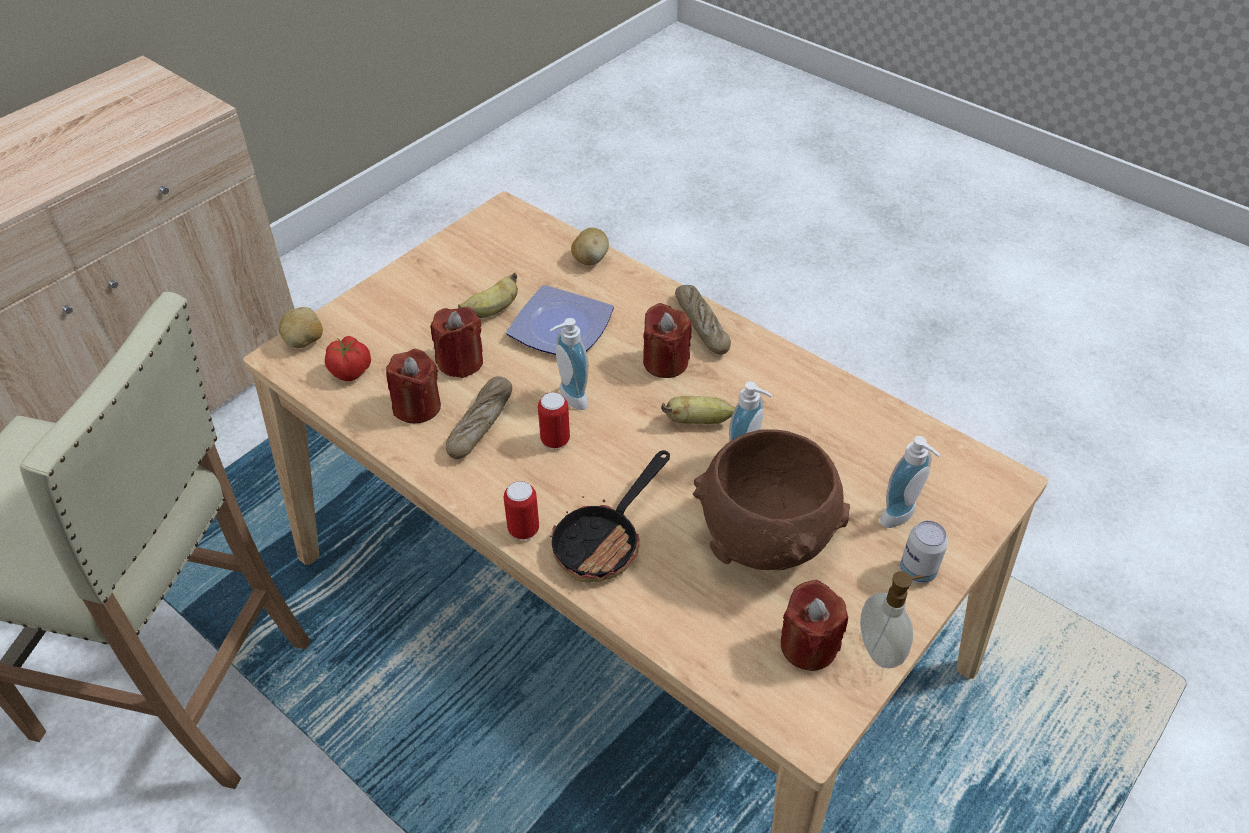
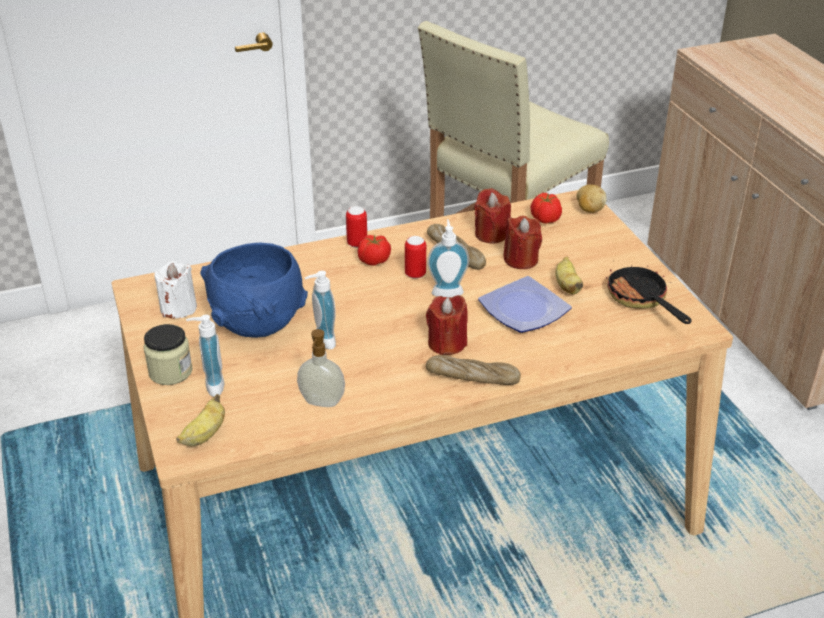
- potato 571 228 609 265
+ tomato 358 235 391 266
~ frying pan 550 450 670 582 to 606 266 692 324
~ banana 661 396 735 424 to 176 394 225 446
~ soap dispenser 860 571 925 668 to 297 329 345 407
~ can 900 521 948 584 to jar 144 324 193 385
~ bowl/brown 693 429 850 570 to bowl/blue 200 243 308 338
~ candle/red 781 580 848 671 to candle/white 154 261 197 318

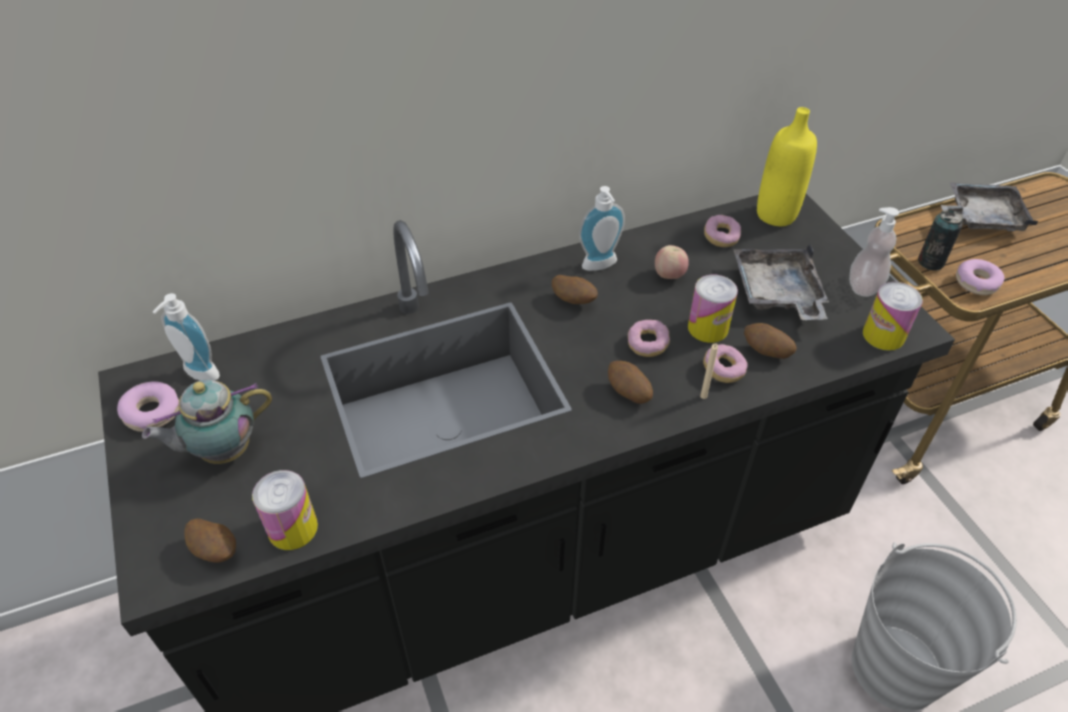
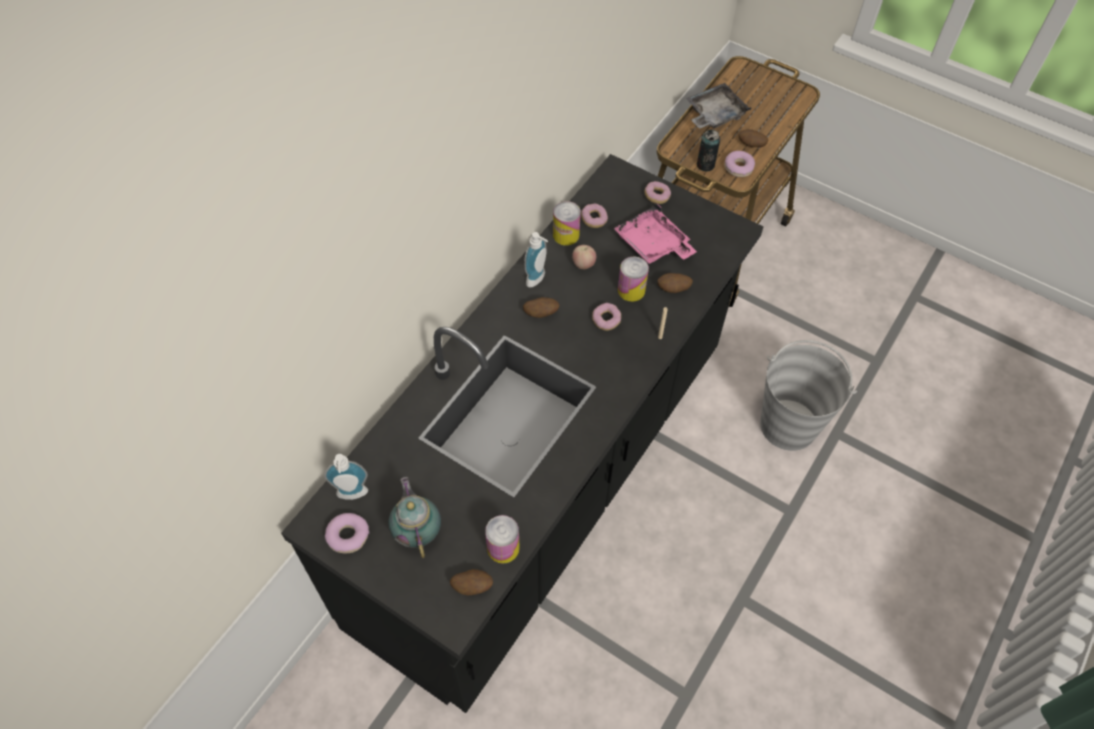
- bottle/yellow 757 107 817 226
- soap dispenser 849 207 899 297
~ potato 608 361 653 404 to 739 129 768 147
~ donut 703 344 748 383 to 644 181 671 204
~ can 863 282 923 351 to 553 201 581 246
~ tray/grey 733 244 829 320 to tray/pink 613 203 697 264
~ teapot 142 380 272 464 = 388 477 441 558 135 degrees clockwise

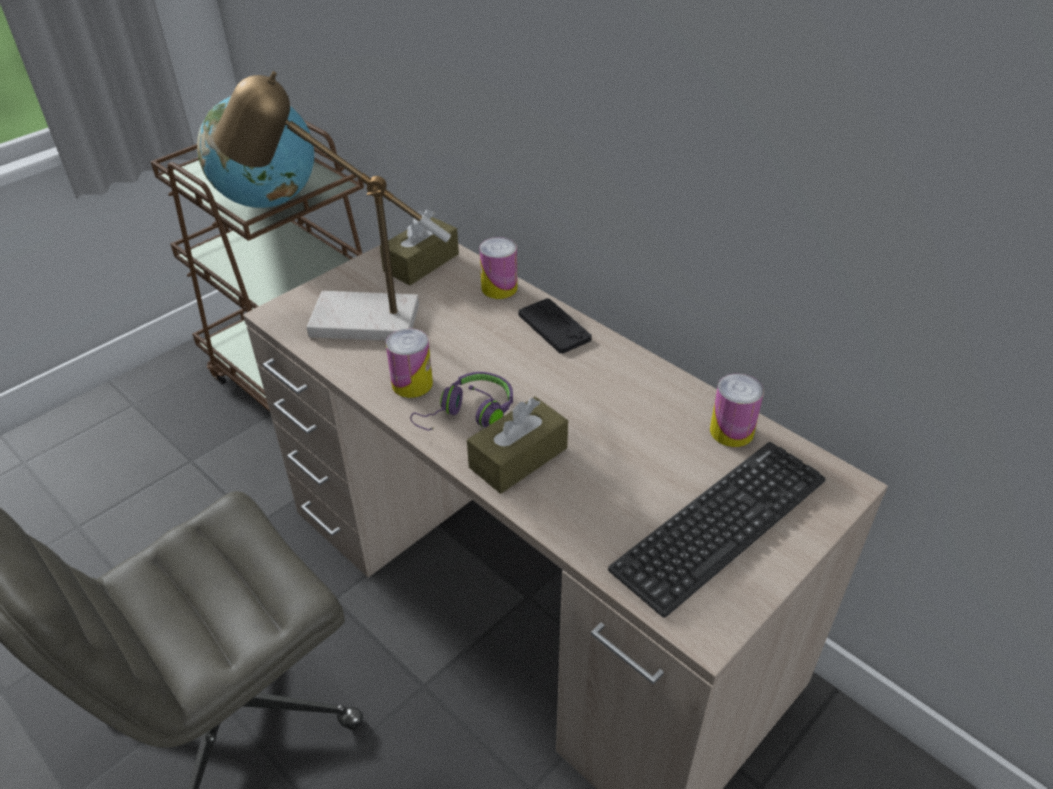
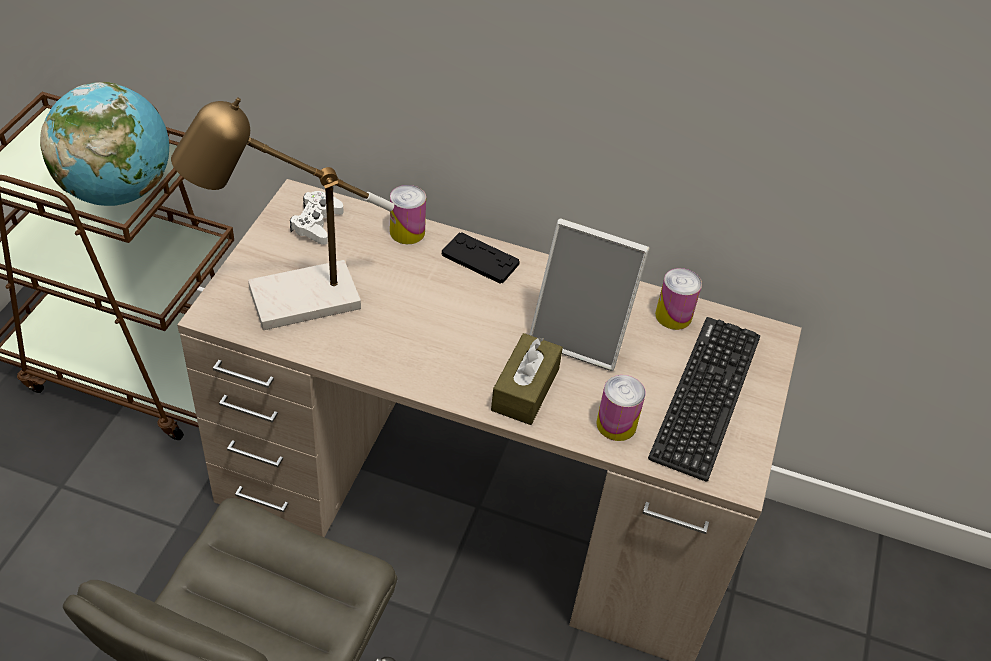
- headphones/purple 410 372 513 431
+ picture frame 529 218 650 371
~ can 386 328 433 398 to 597 375 646 441
~ tissue box/brown 380 209 459 285 to game controller/white 290 191 344 245

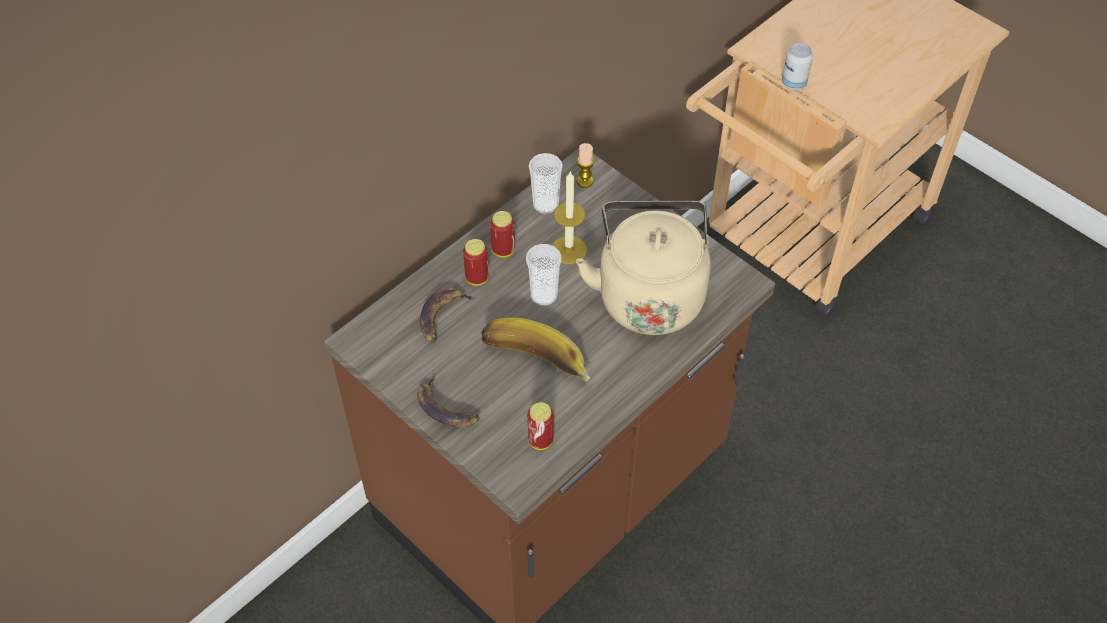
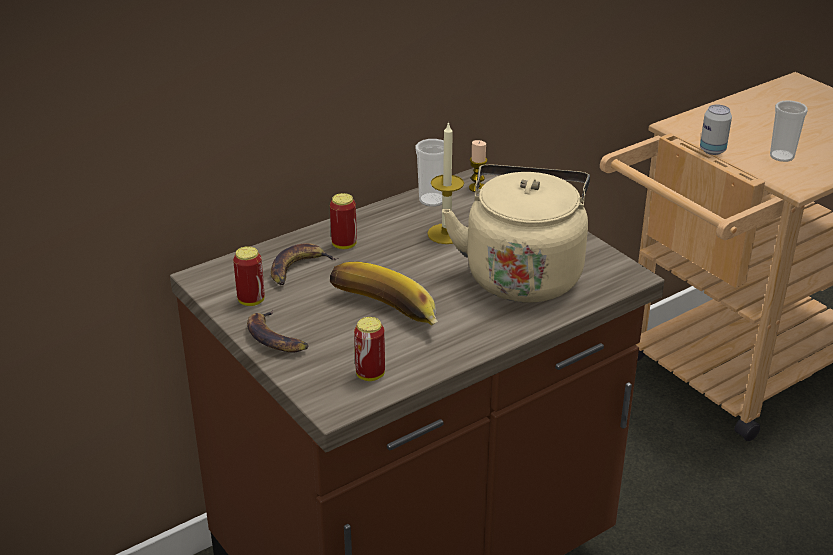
~ can 490 211 515 257 to 233 246 265 306
~ cup 526 244 562 306 to 770 100 808 162

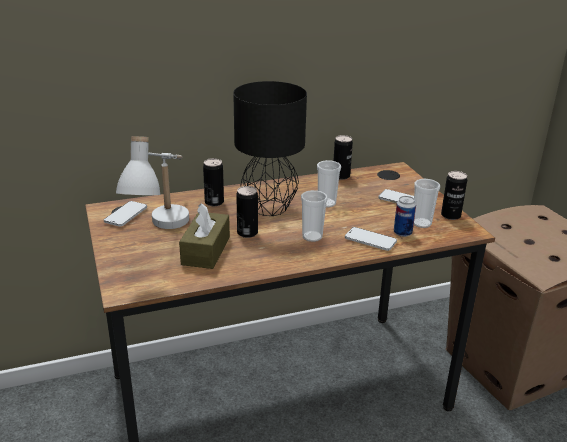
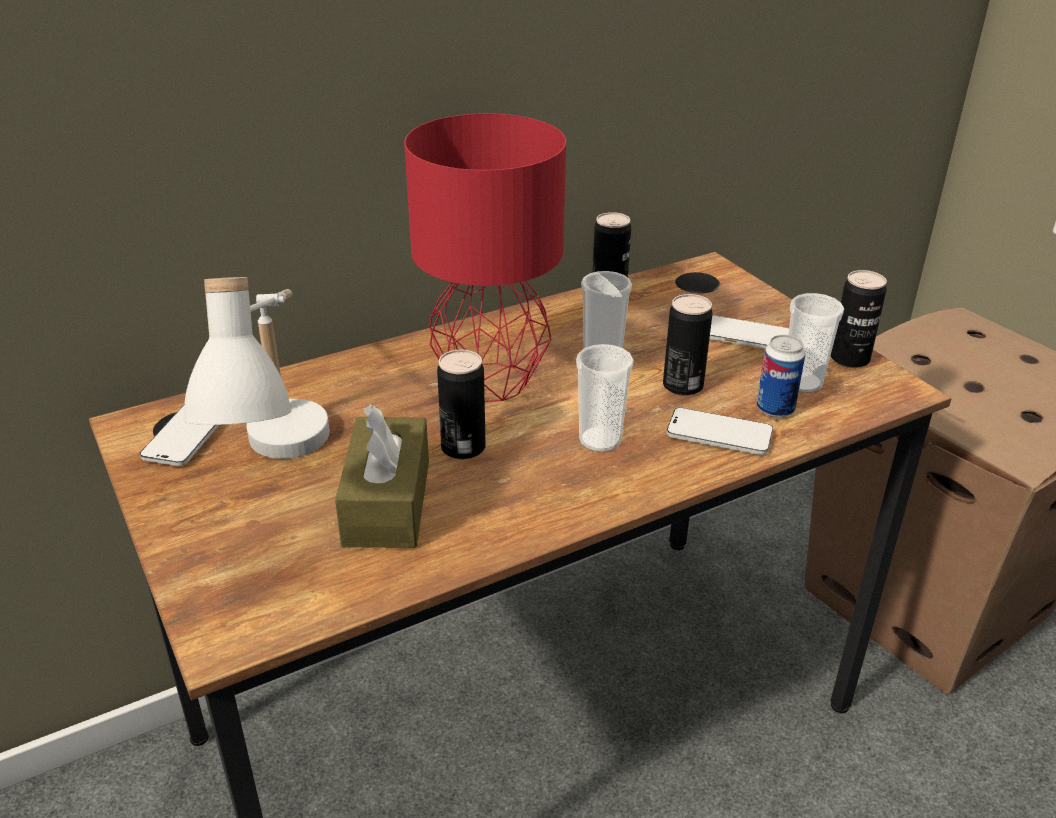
~ can 203 158 224 206 to 663 294 713 396
~ table lamp/black 233 81 307 216 to table lamp/red 404 113 566 402

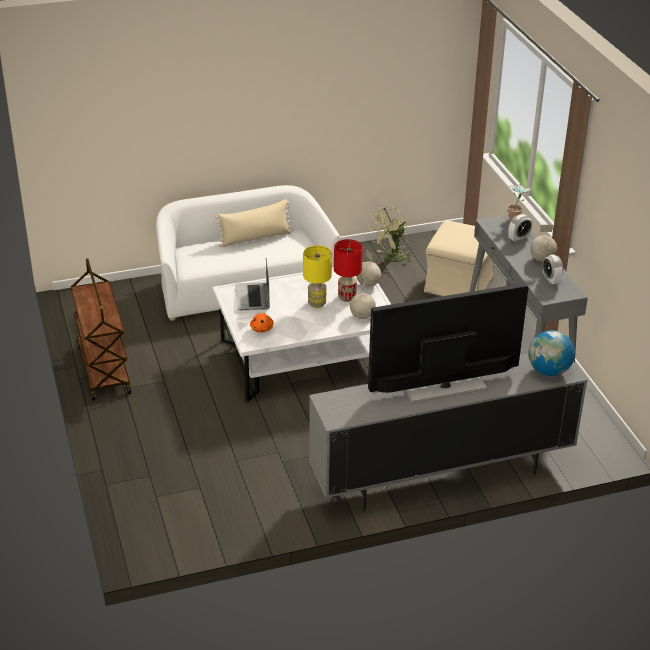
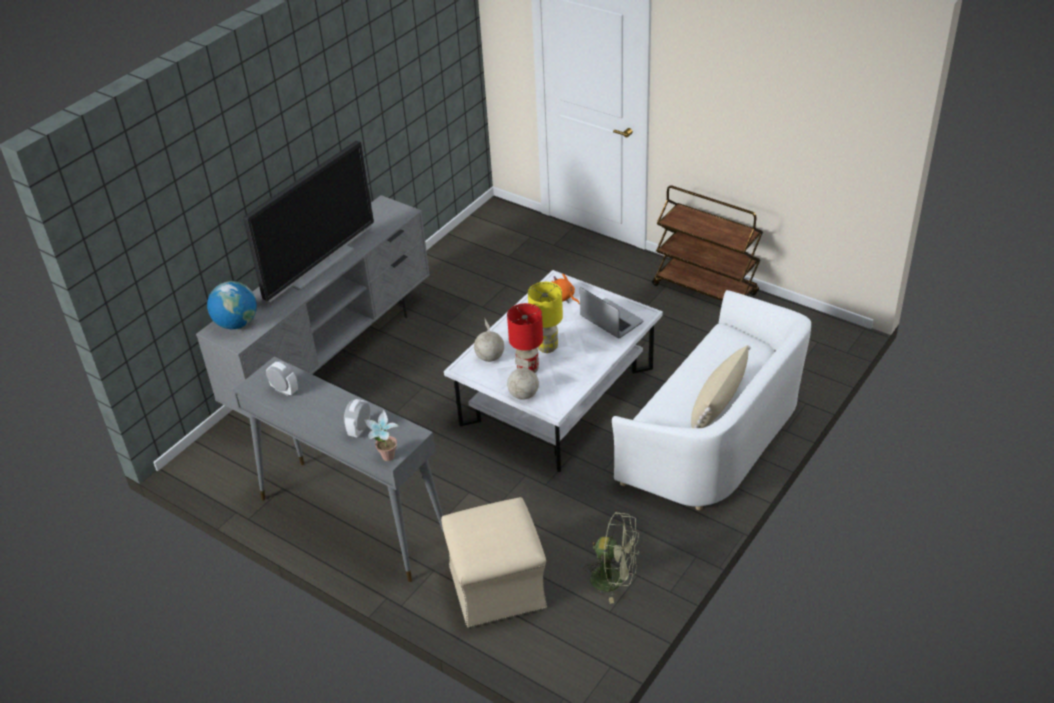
- globe 530 225 557 262
~ fan/green 370 206 413 265 = 583 512 639 604 90 degrees clockwise

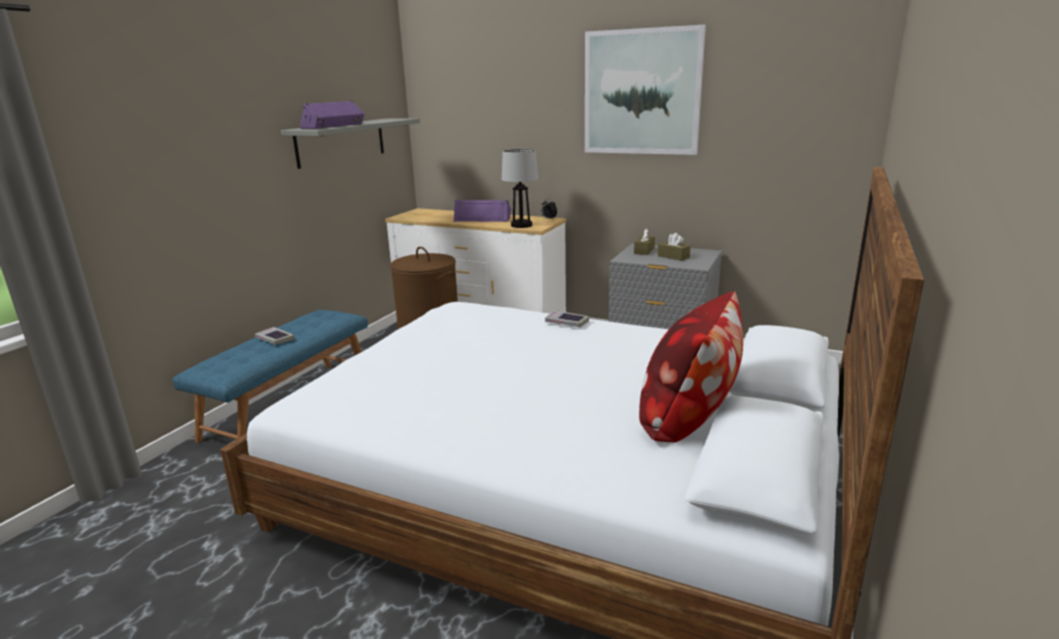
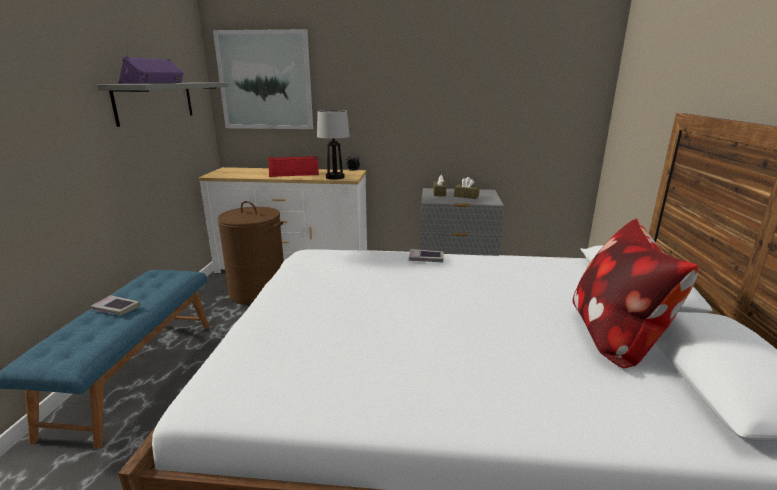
~ picture 585 25 706 155 to 213 29 313 129
~ speaker/purple 453 200 511 222 to speaker/red 268 156 319 177

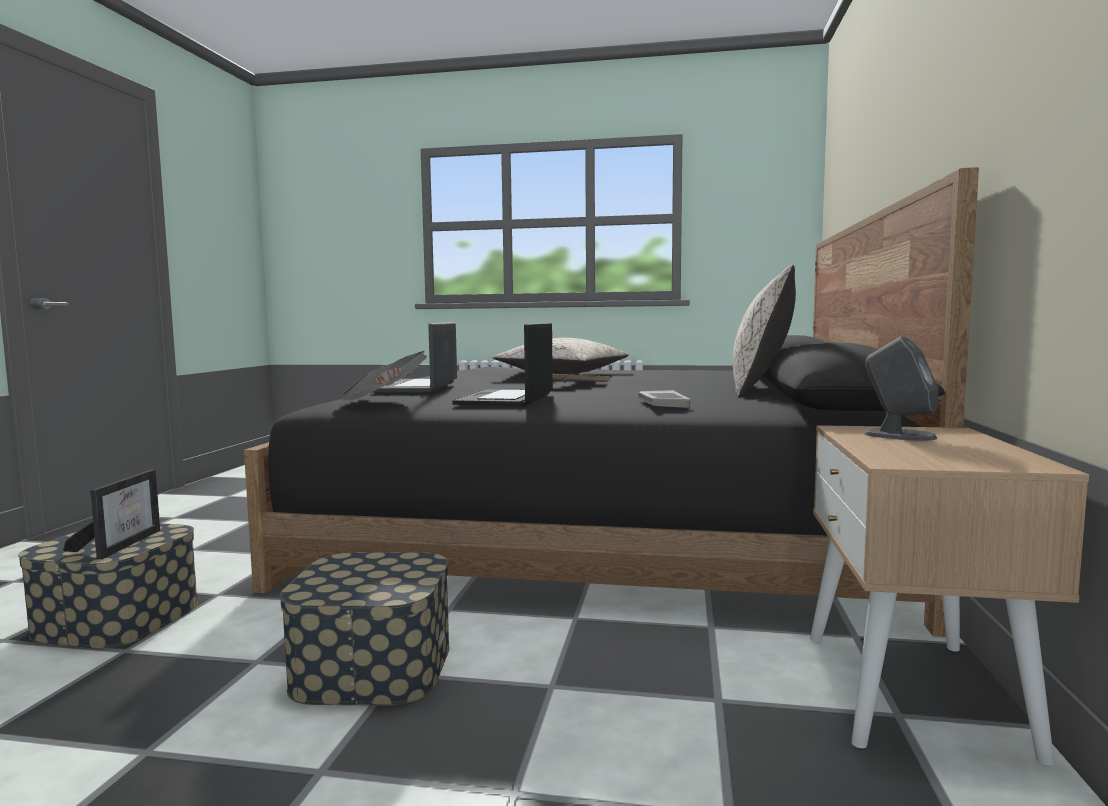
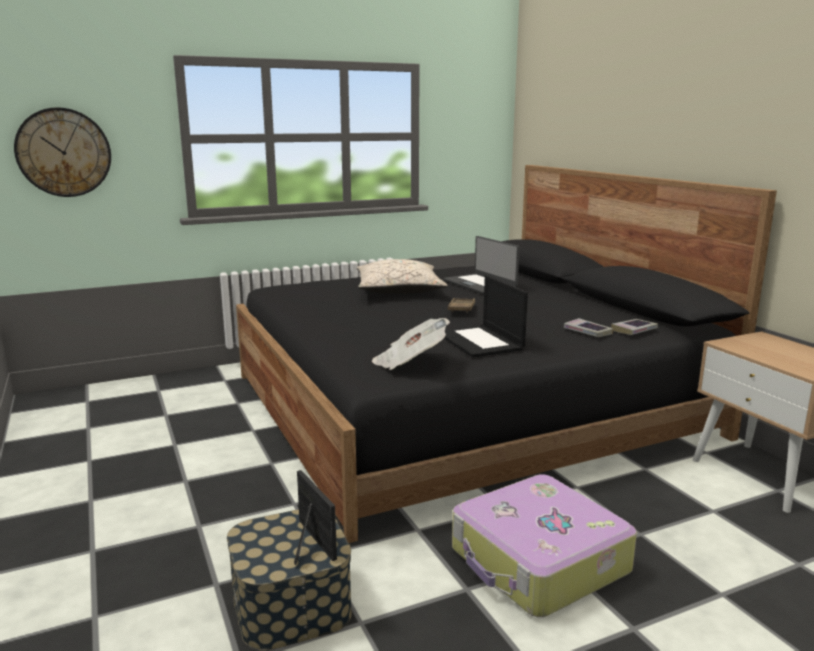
- pillow/beige 733 265 796 397
- speaker/grey 864 336 938 441
+ wall clock 14 107 111 197
+ book 611 319 658 335
~ laptop 371 322 457 393 to 443 236 520 294
~ storage box 279 552 450 706 to suitcase 452 474 637 617

